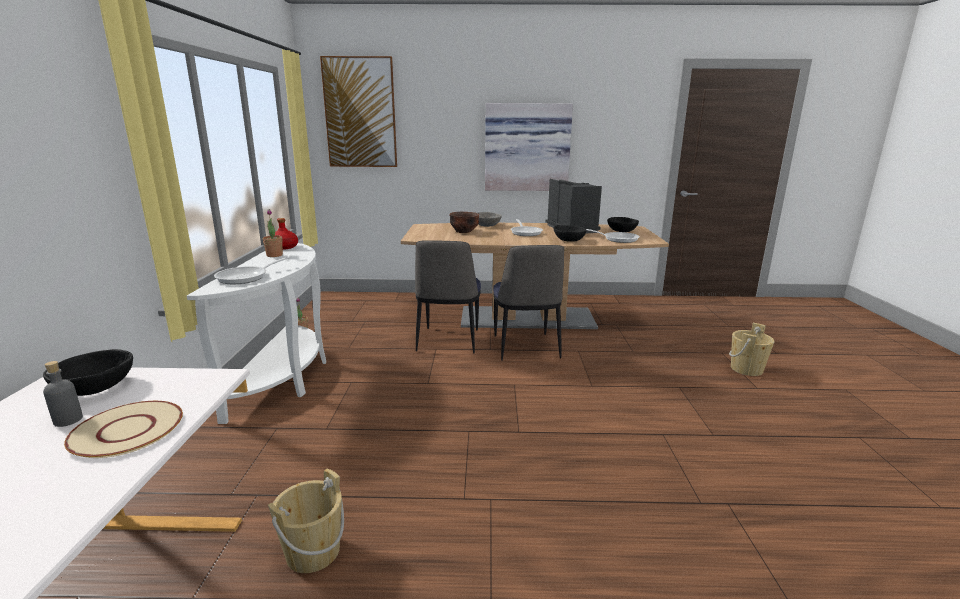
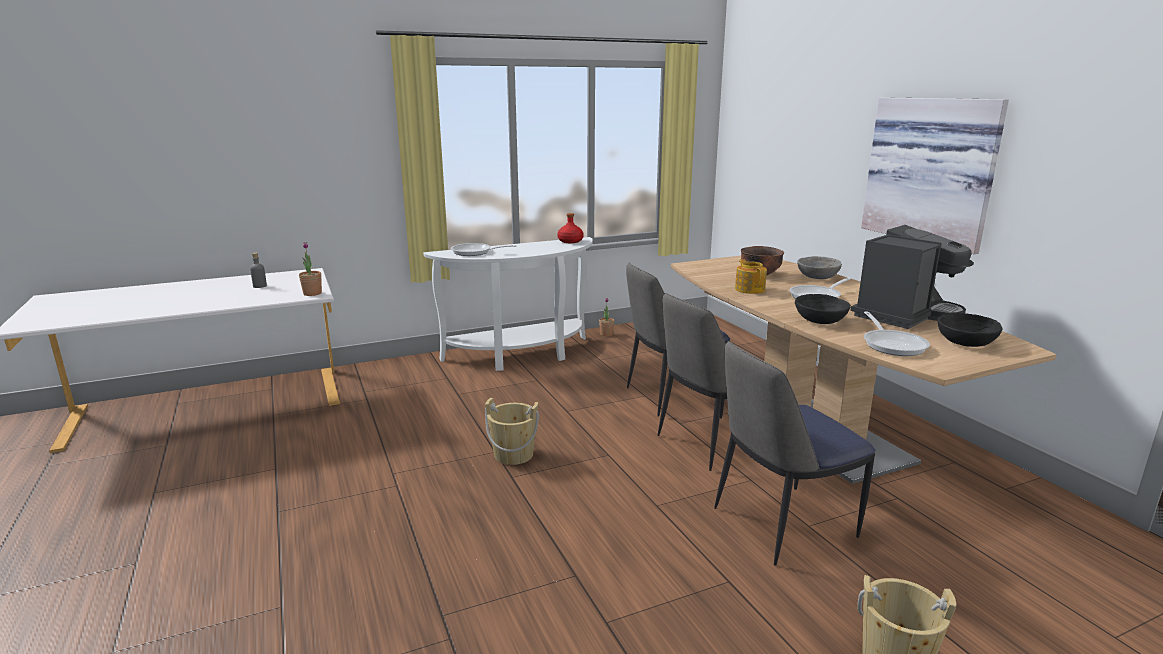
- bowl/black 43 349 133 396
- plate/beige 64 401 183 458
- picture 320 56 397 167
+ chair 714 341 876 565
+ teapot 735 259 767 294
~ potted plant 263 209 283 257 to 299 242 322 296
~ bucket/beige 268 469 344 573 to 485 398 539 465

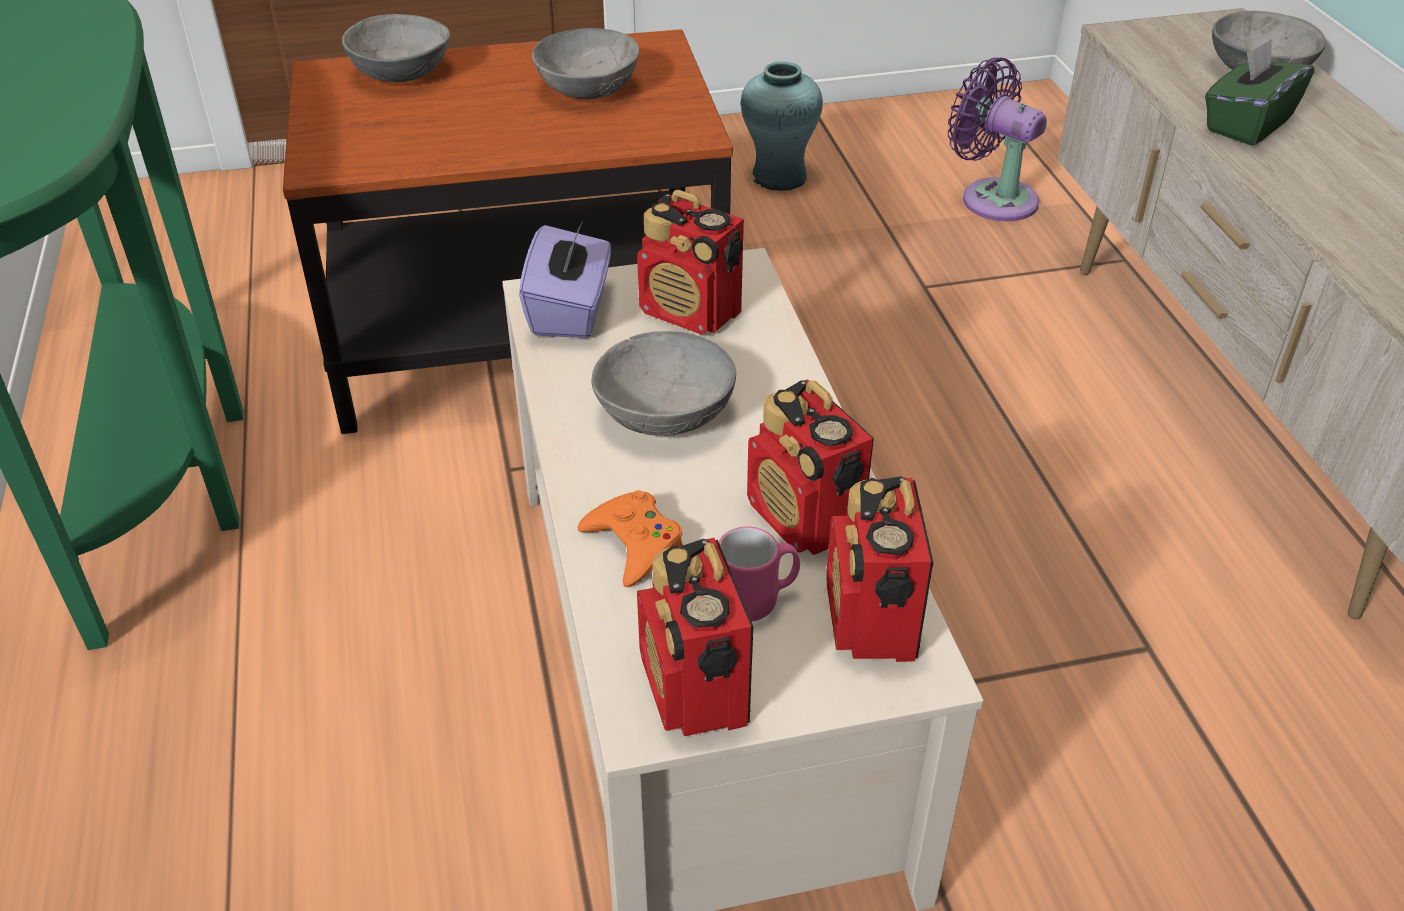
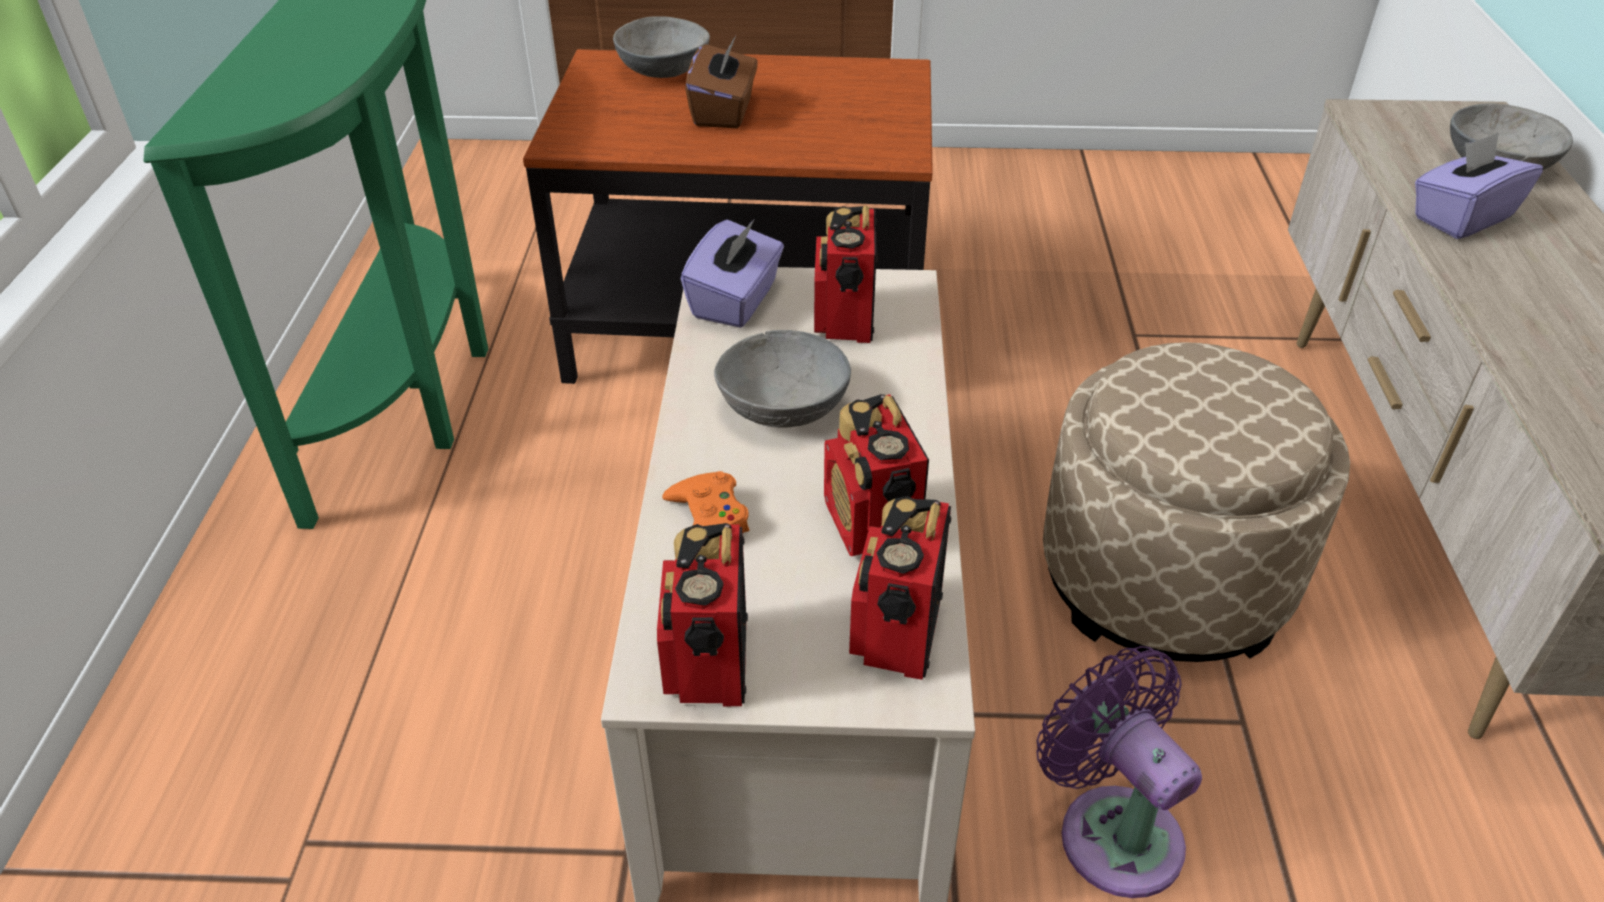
- bowl/grey 532 28 639 99
- mug/pink 719 527 800 621
- vase/turquoise 741 62 823 191
+ tissue box/brown 685 36 758 128
+ ottoman/beige 1043 342 1350 662
~ fan/purple 948 57 1047 221 to 1036 646 1202 898
~ tissue box/green 1205 39 1314 146 to tissue box/purple 1415 132 1543 239
~ radio 637 190 744 334 = 814 205 878 343 45 degrees clockwise

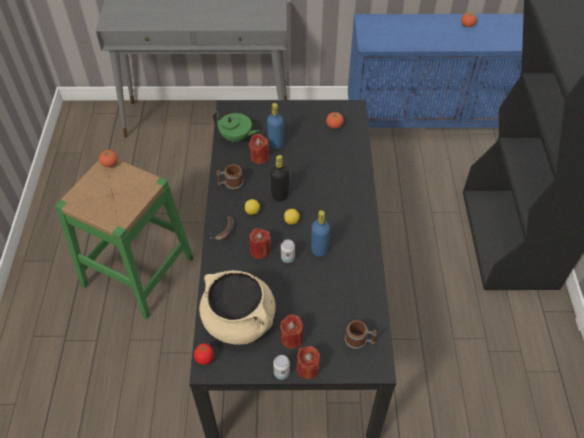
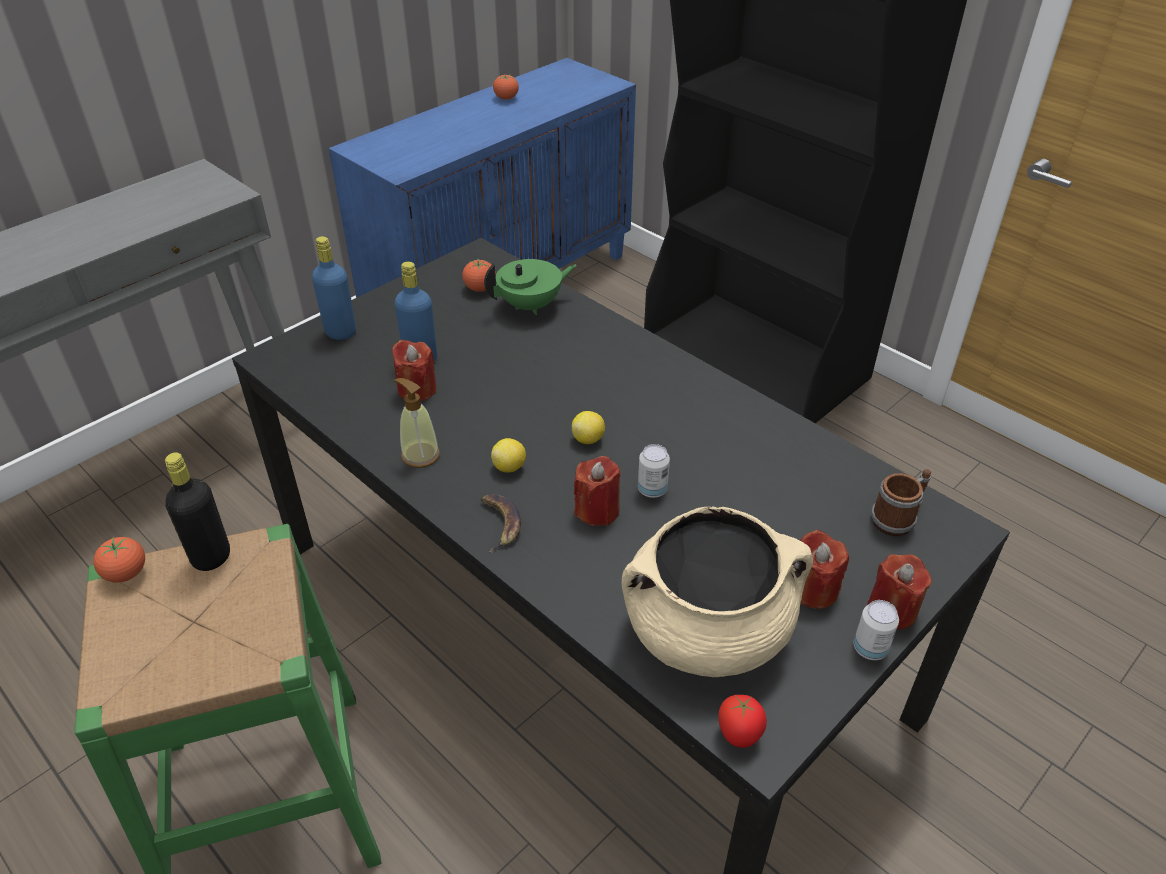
~ teapot/green 213 111 259 143 to 484 259 577 315
~ bottle/black 270 155 289 201 to 165 452 230 571
~ bottle/blue 311 210 330 257 to 312 236 356 340
~ mug 217 164 244 191 to soap dispenser 394 378 440 468

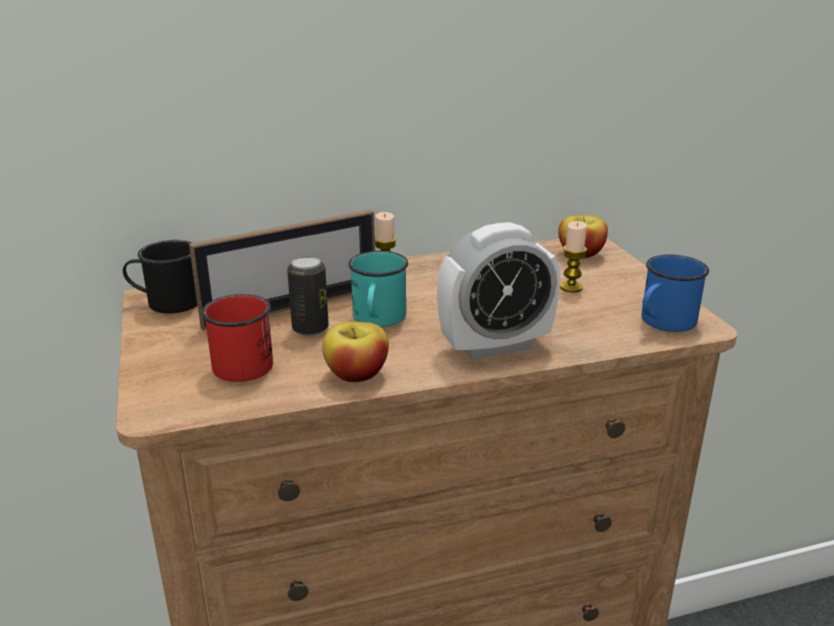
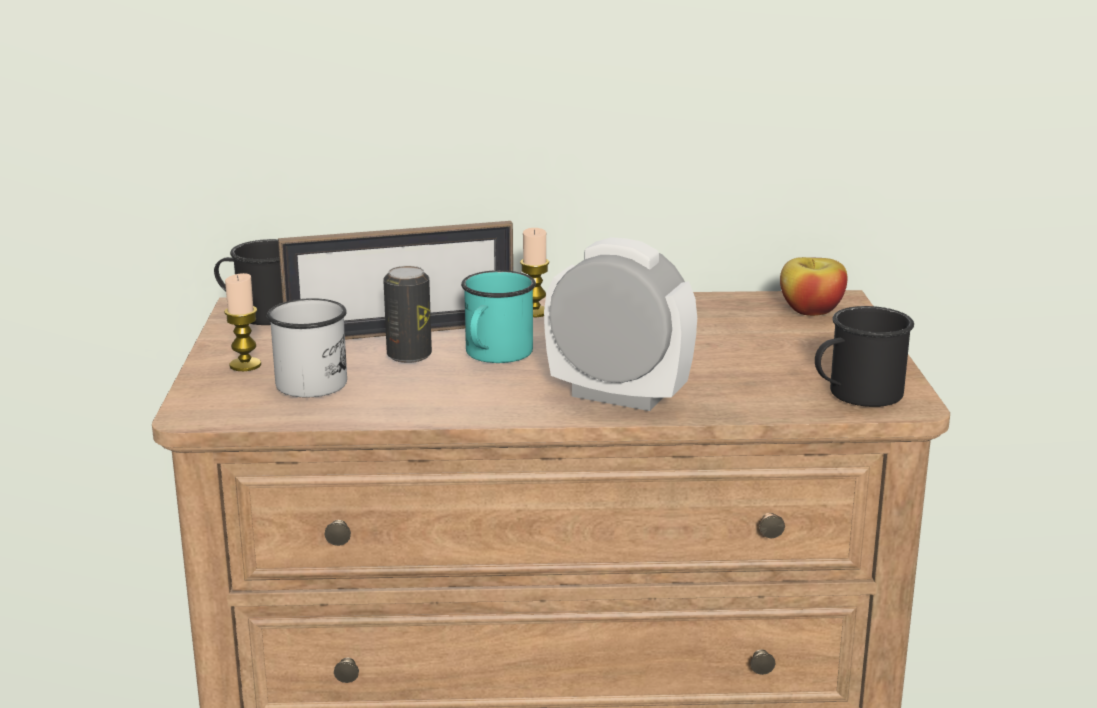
- apple 322 322 389 382
~ candle 560 221 587 293 to 224 273 261 371
~ mug/red 202 294 273 382 to mug/white 267 298 347 397
~ mug/blue 642 254 709 332 to mug/black 815 306 914 407
~ alarm clock 437 222 560 360 = 544 237 697 411 150 degrees counterclockwise

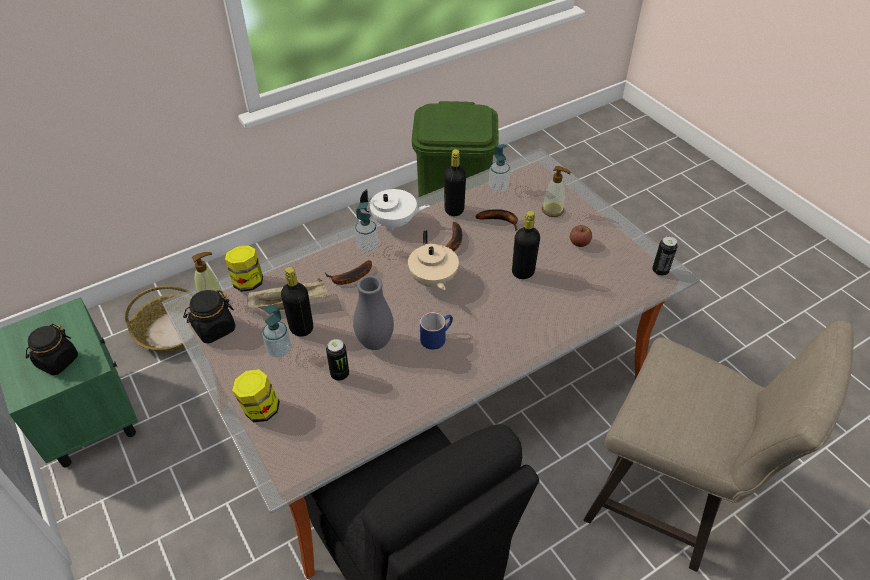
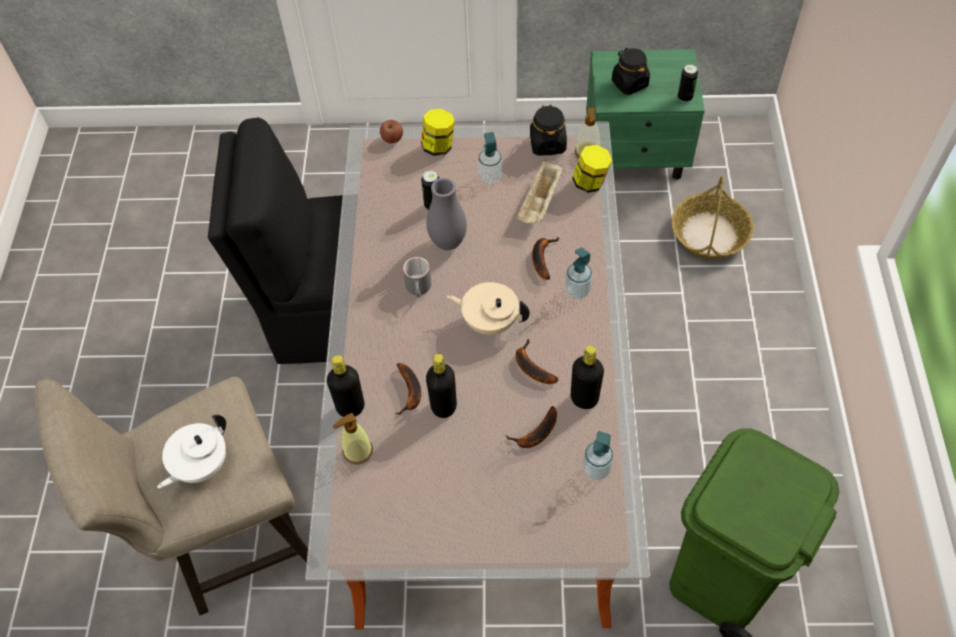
+ banana 396 363 421 415
~ bottle/black 281 267 313 337 to 327 355 365 417
~ teapot/white 360 189 430 231 to 157 414 226 489
~ soap dispenser 542 166 571 217 to 333 413 373 464
~ apple 570 225 592 247 to 380 120 403 143
~ can 652 236 678 276 to 678 64 698 102
~ mug/blue 420 312 453 350 to mug/grey 403 257 431 297

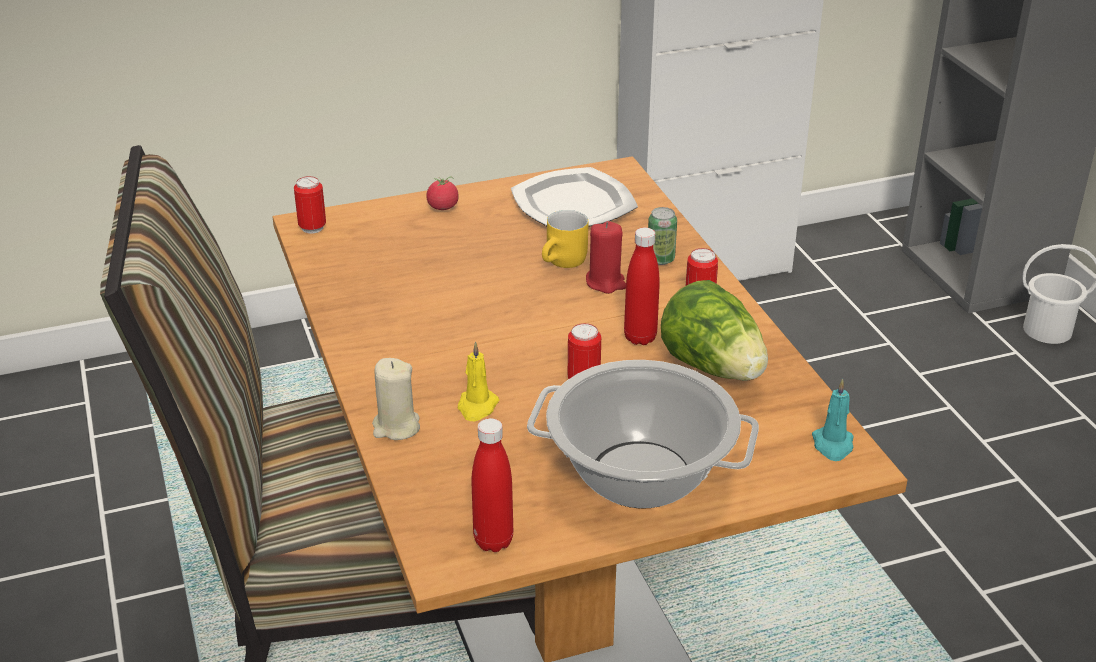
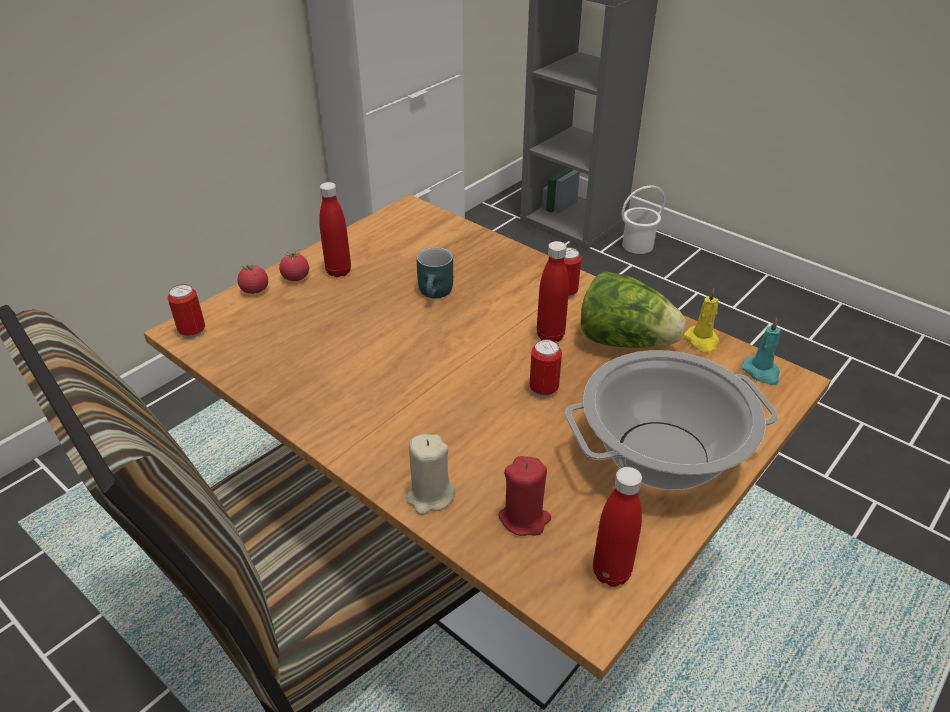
- plate 511 167 638 227
- can 648 207 677 265
+ tomato 237 262 268 294
+ bottle/red 319 182 351 277
~ candle/yellow 458 341 499 421 to 684 288 719 353
~ candle/red 586 221 626 294 to 498 456 551 536
~ mug/yellow 542 210 588 268 to mug/turquoise 416 247 453 299

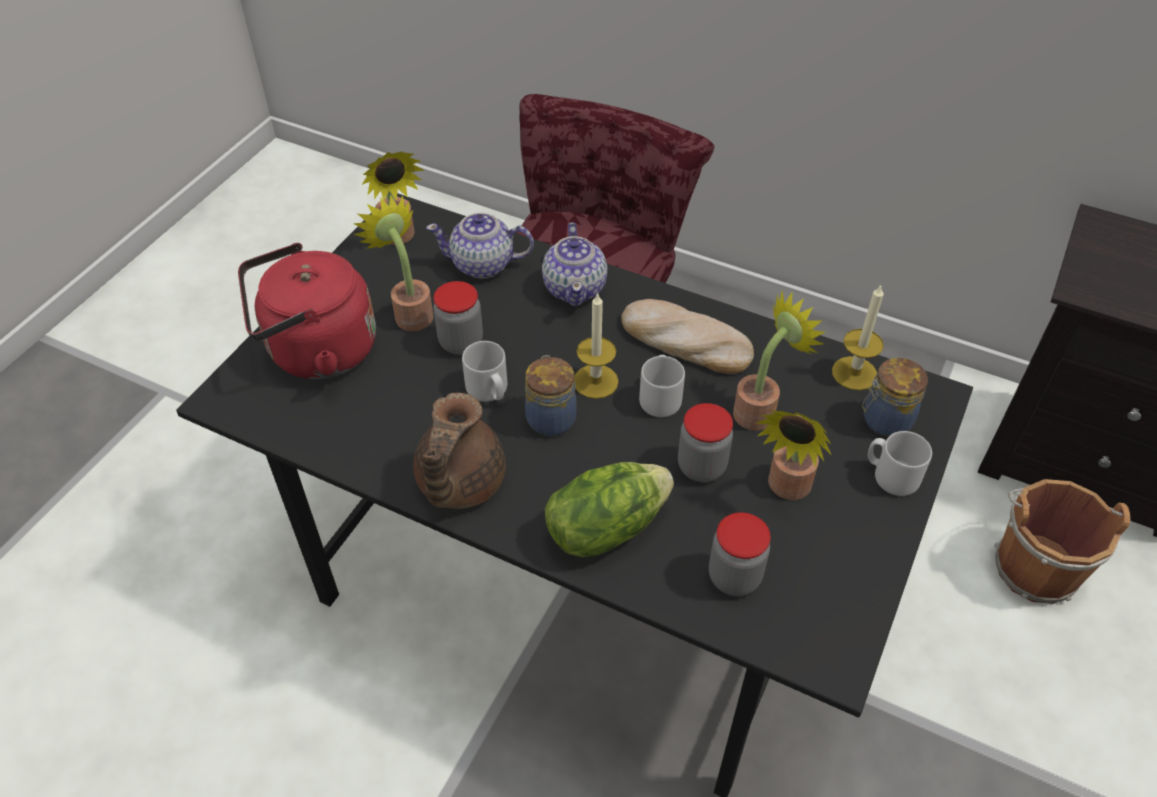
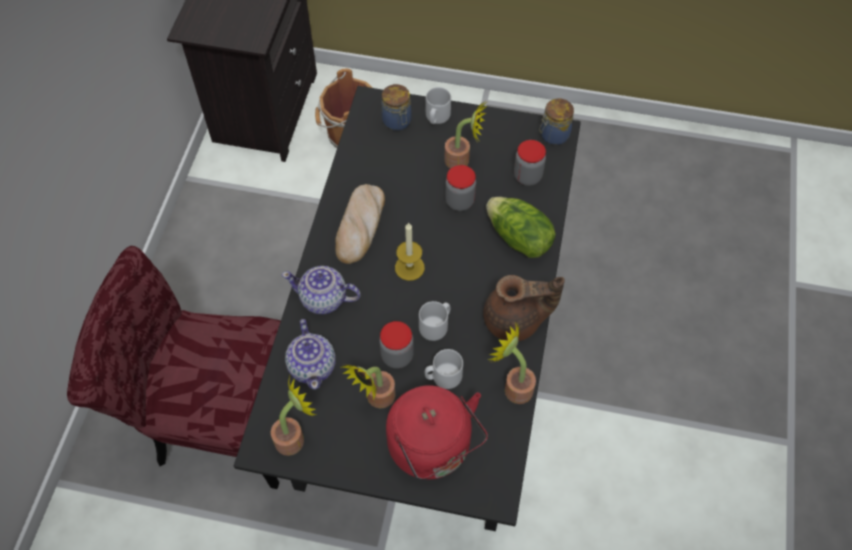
- candle 832 285 884 390
~ jar 525 355 576 436 to 539 98 574 145
~ mug/grey 639 355 685 417 to 425 349 463 389
~ potted plant 733 289 825 431 to 488 322 536 404
~ teapot 542 222 608 307 = 282 266 360 314 150 degrees counterclockwise

